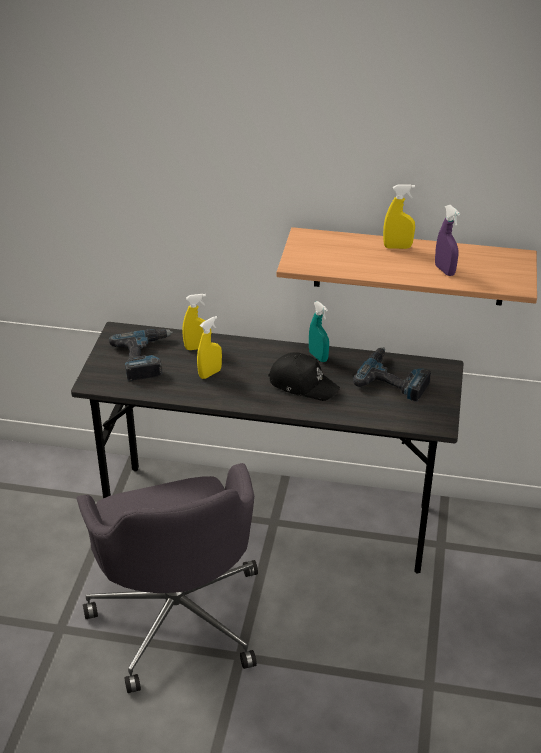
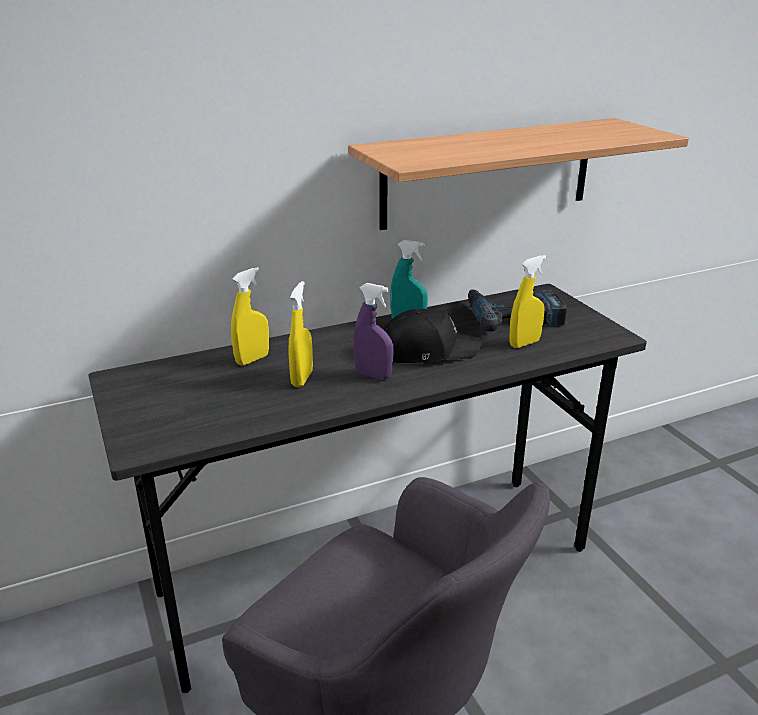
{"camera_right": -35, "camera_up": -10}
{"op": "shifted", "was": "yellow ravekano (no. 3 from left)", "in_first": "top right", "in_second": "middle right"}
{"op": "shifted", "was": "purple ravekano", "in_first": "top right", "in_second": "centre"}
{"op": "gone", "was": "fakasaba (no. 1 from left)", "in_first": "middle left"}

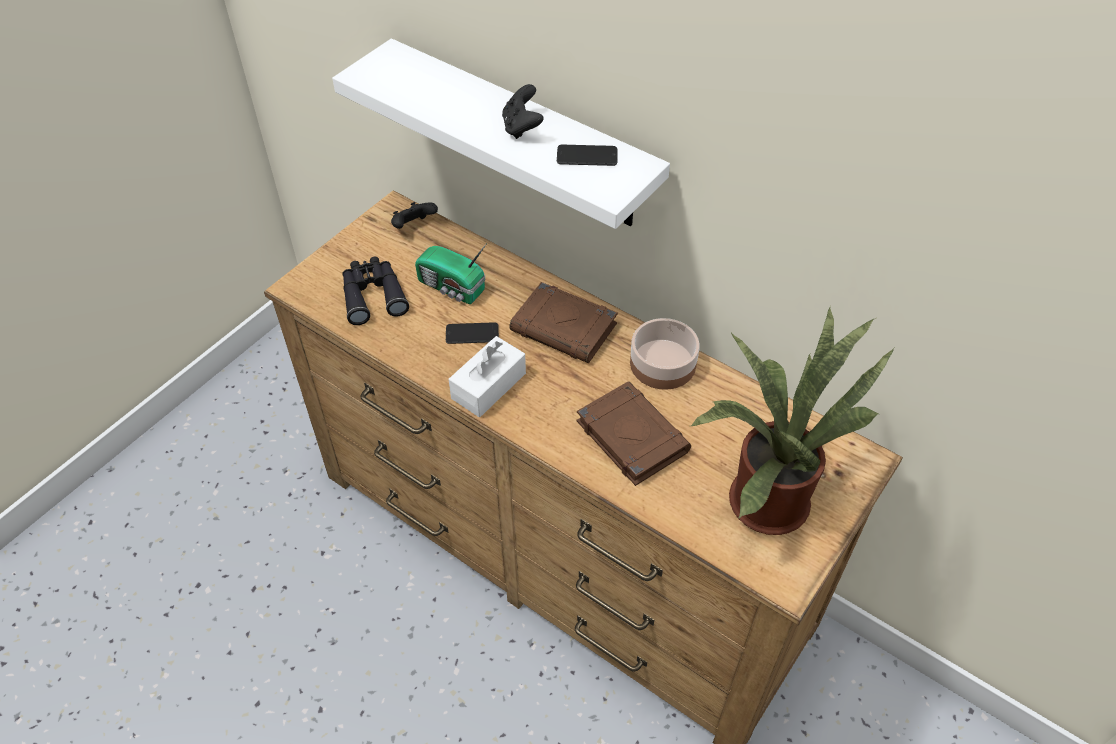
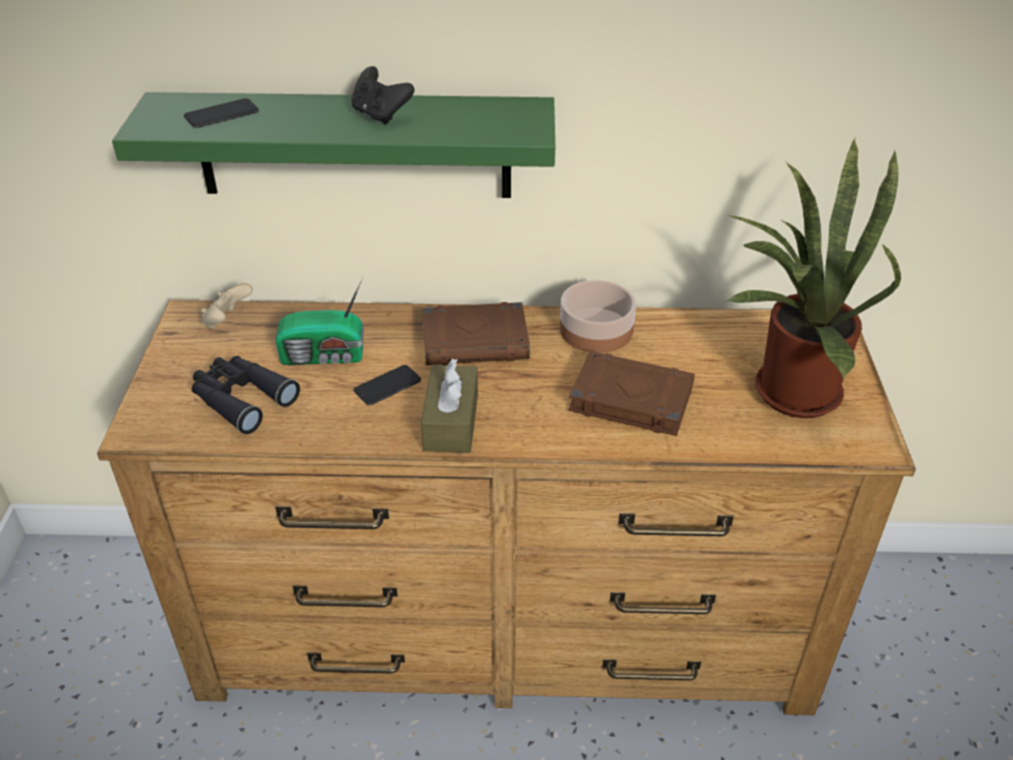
{"camera_right": -35, "camera_up": -10}
{"op": "repainted", "was": "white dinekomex", "now": "green dinekomex", "in_first": "top centre", "in_second": "top left"}
{"op": "shifted", "was": "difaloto (no. 2 from left in the first image)", "now": "difaloto (no. 1 from left)", "in_first": "top centre", "in_second": "top left"}
{"op": "repainted", "was": "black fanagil (no. 1 from left)", "now": "beige fanagil", "in_first": "top centre", "in_second": "middle left"}
{"op": "repainted", "was": "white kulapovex", "now": "brown kulapovex", "in_first": "centre", "in_second": "centre"}

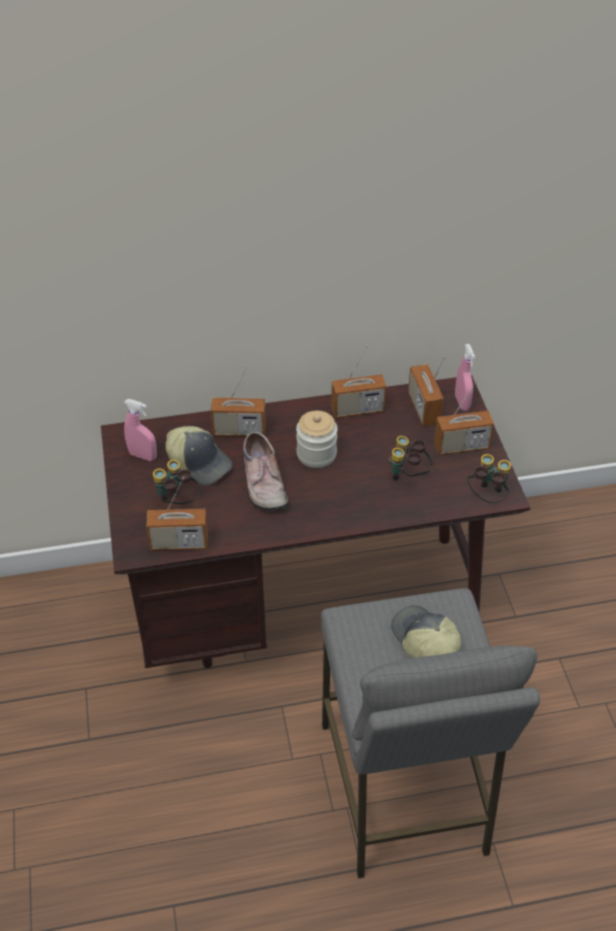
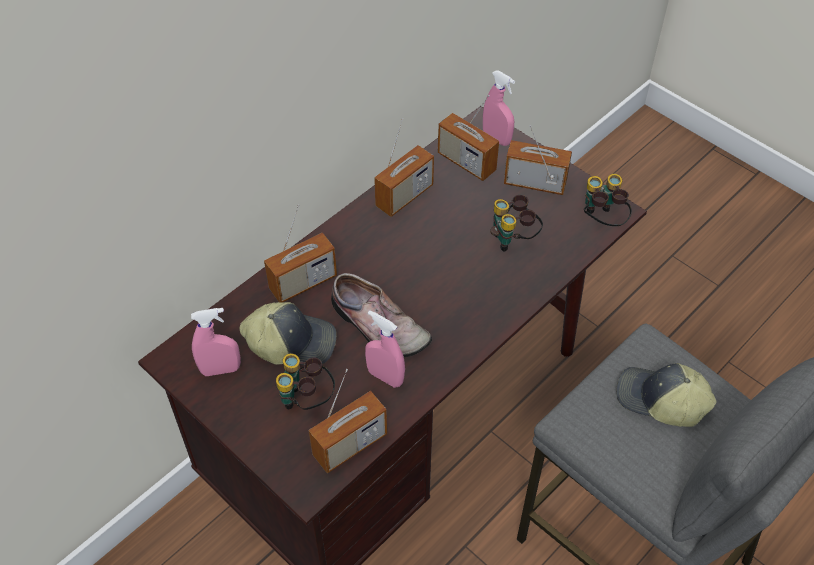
{"camera_right": -35, "camera_up": 5}
{"op": "rotated", "was": "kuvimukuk (no. 5 from left)", "in_first": "middle right", "in_second": "top centre", "clockwise": -120}
{"op": "gone", "was": "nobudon", "in_first": "centre"}
{"op": "new", "now": "pink ravekano (no. 2 from left)", "in_second": "centre"}

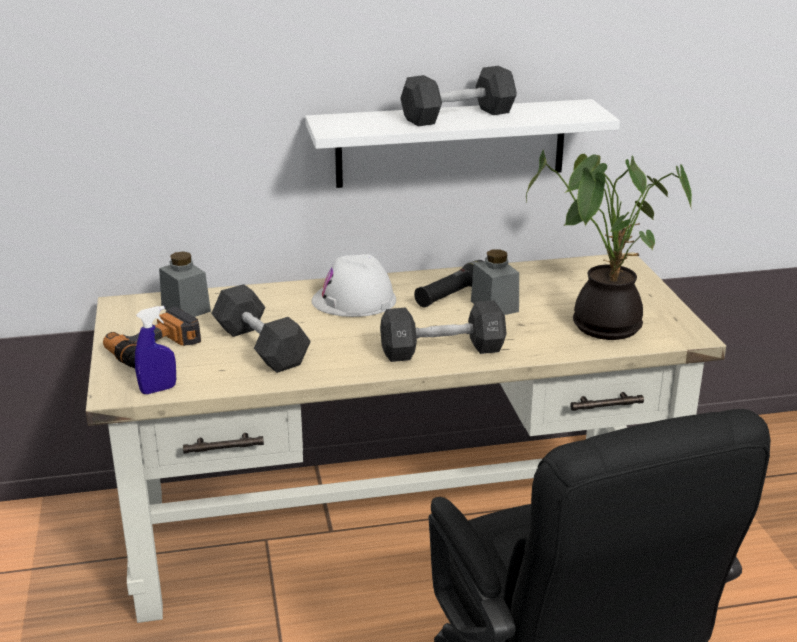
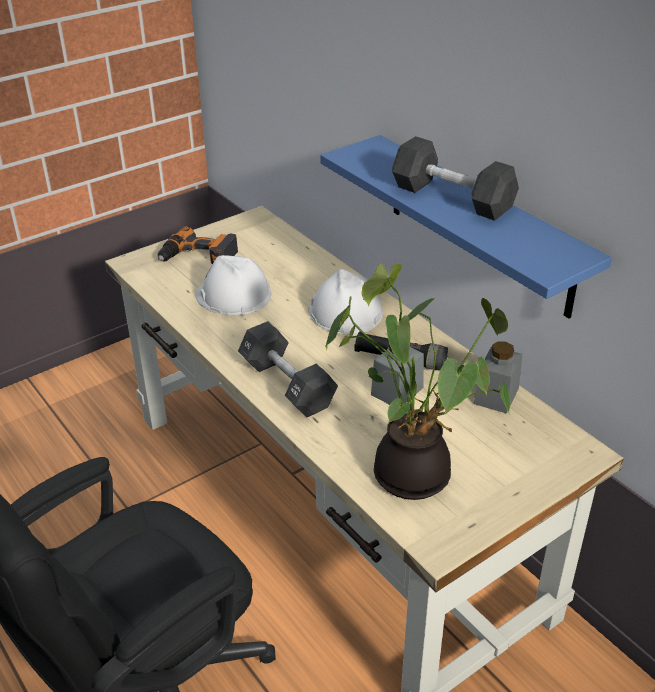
{"camera_right": 65, "camera_up": 10}
{"op": "repainted", "was": "white dinekomex", "now": "blue dinekomex", "in_first": "top centre", "in_second": "top right"}
{"op": "shifted", "was": "grey nobudon (no. 1 from left in the first image)", "now": "grey nobudon (no. 2 from left)", "in_first": "middle left", "in_second": "middle right"}
{"op": "swapped", "was": "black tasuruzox (no. 1 from left)", "now": "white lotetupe (no. 1 from left)", "in_first": "middle left", "in_second": "centre"}
{"op": "gone", "was": "blue ravekano", "in_first": "middle left"}

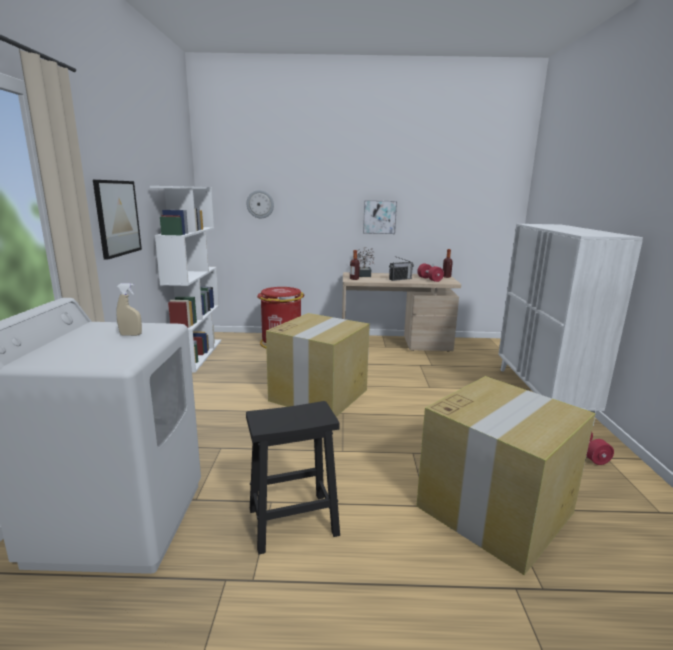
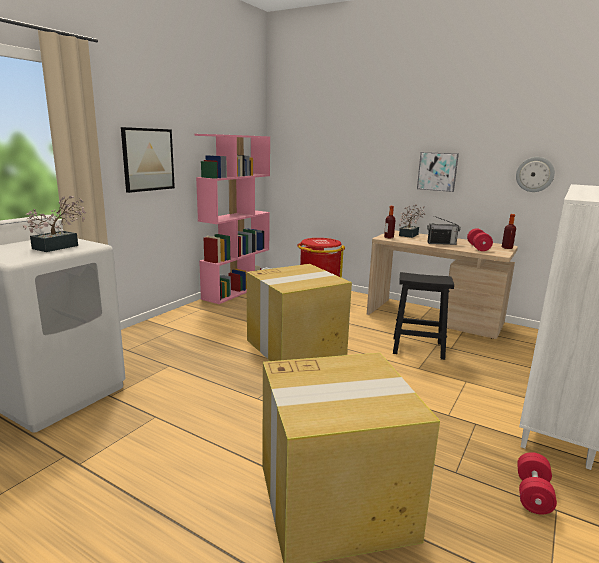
{"camera_right": 30, "camera_up": 0}
{"op": "repainted", "was": "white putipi", "now": "pink putipi", "in_first": "middle left", "in_second": "centre"}
{"op": "shifted", "was": "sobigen", "in_first": "top centre", "in_second": "top right"}
{"op": "swapped", "was": "beige ravekano", "now": "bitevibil (no. 1 from left)", "in_first": "middle left", "in_second": "middle left"}
{"op": "shifted", "was": "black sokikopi", "in_first": "bottom centre", "in_second": "middle right"}

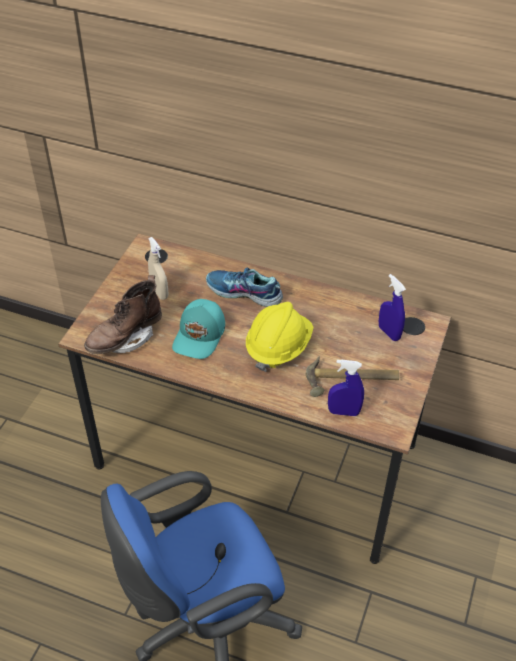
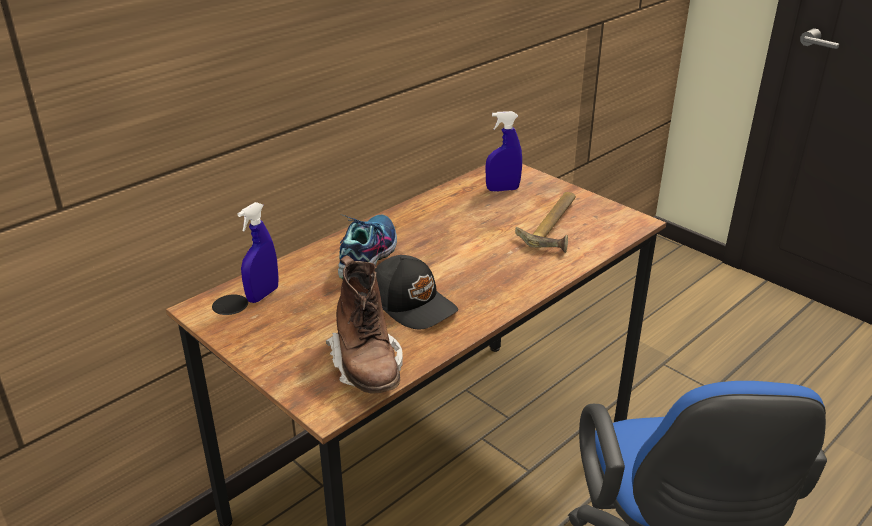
{"camera_right": -65, "camera_up": -15}
{"op": "gone", "was": "beige ravekano", "in_first": "middle left"}
{"op": "rotated", "was": "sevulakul", "in_first": "centre", "in_second": "centre", "clockwise": 150}
{"op": "repainted", "was": "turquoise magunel", "now": "black magunel", "in_first": "centre", "in_second": "centre"}
{"op": "gone", "was": "yellow lotetupe", "in_first": "centre"}
{"op": "shifted", "was": "blue ravekano (no. 1 from left)", "in_first": "middle right", "in_second": "middle left"}

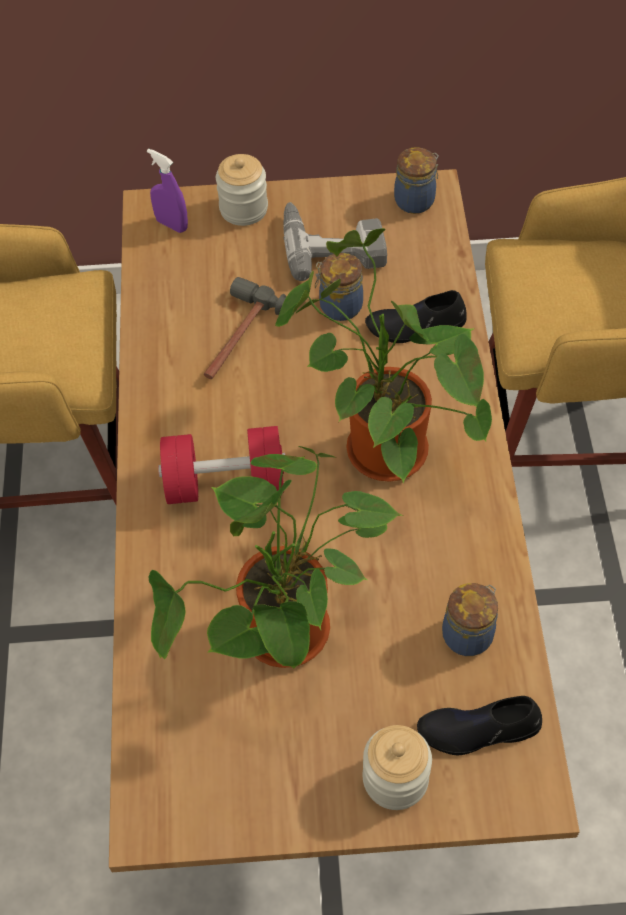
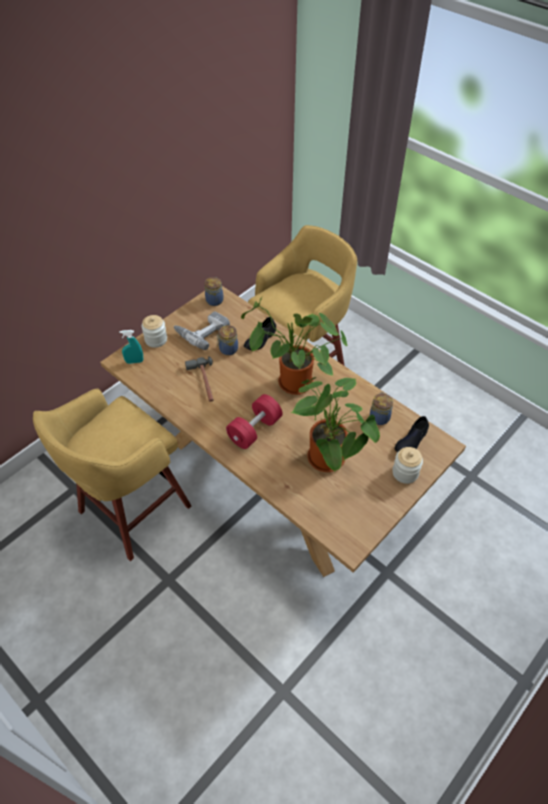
{"camera_right": -45, "camera_up": -5}
{"op": "repainted", "was": "purple ravekano", "now": "turquoise ravekano", "in_first": "top left", "in_second": "middle left"}

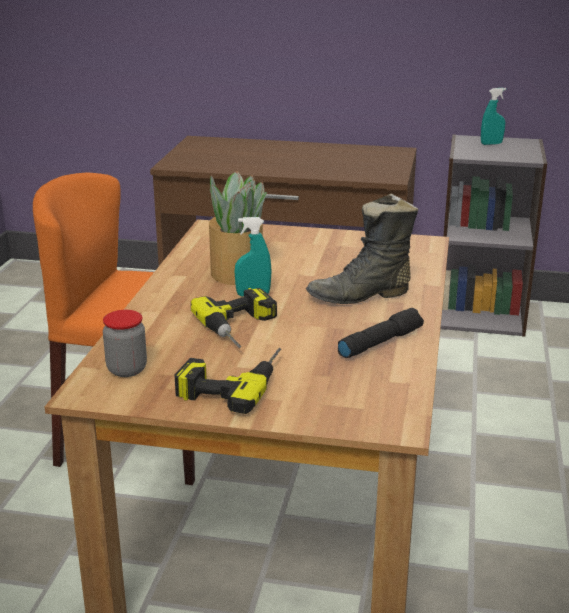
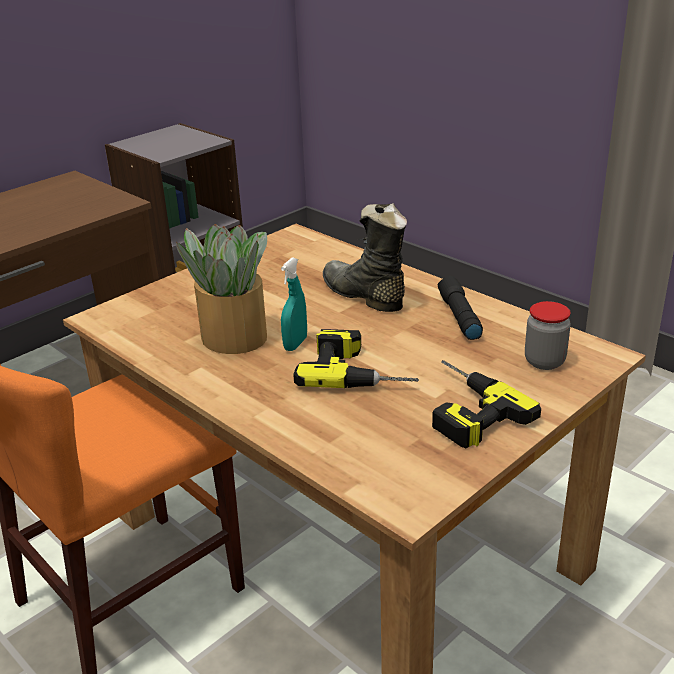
{"camera_right": -55, "camera_up": 5}
{"op": "gone", "was": "turquoise ravekano (no. 2 from left)", "in_first": "top right"}
{"op": "rotated", "was": "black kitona", "in_first": "centre", "in_second": "centre", "clockwise": 120}
{"op": "shifted", "was": "nobudon", "in_first": "middle left", "in_second": "middle right"}

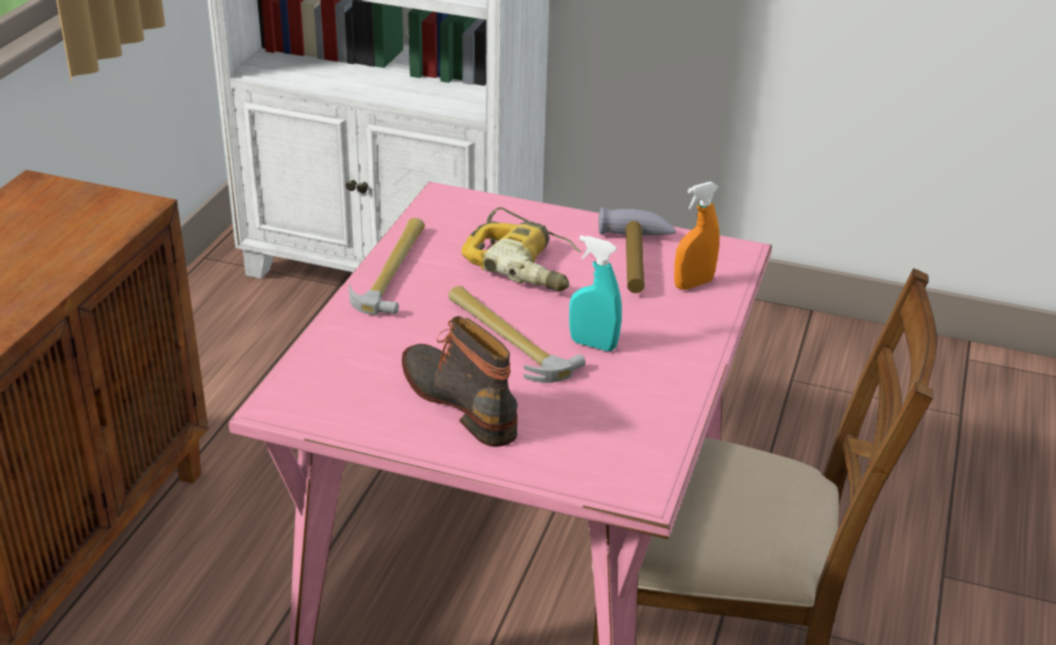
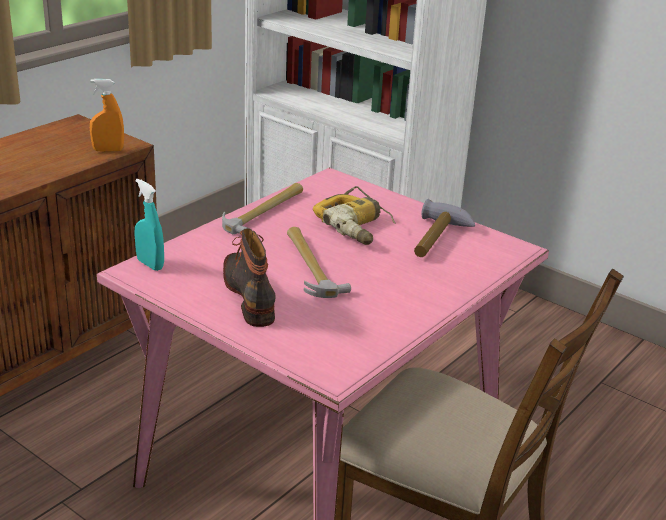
{"camera_right": 20, "camera_up": -5}
{"op": "shifted", "was": "orange ravekano", "in_first": "centre", "in_second": "top left"}
{"op": "shifted", "was": "turquoise ravekano", "in_first": "centre", "in_second": "middle left"}

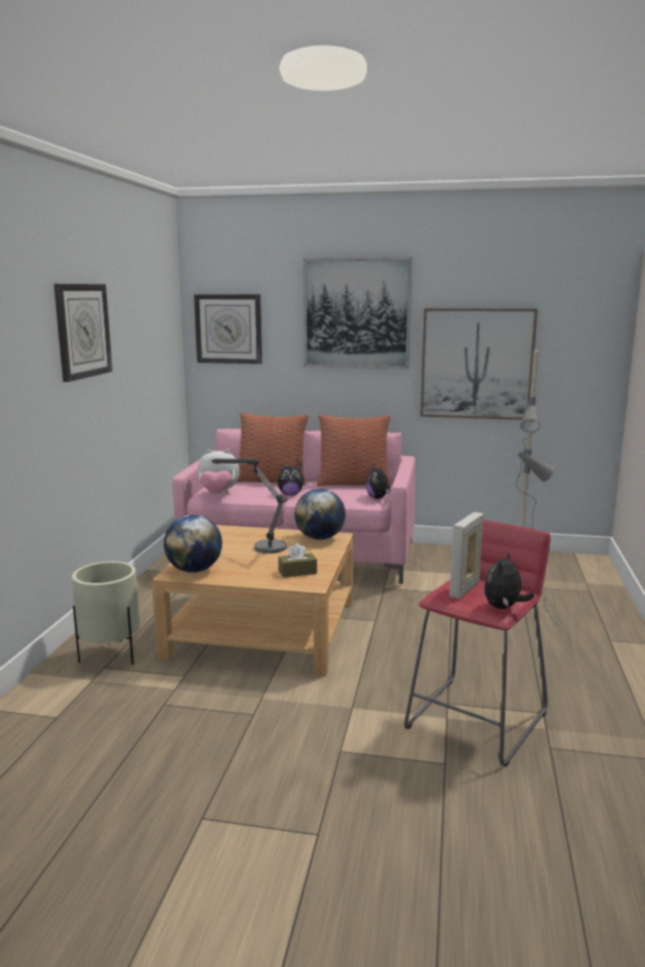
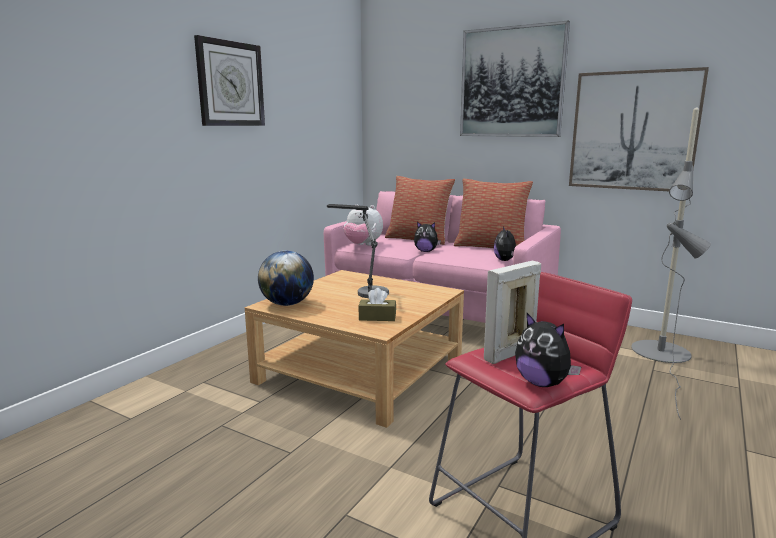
{"camera_right": 20, "camera_up": 0}
{"op": "gone", "was": "sobigen (no. 2 from left)", "in_first": "centre"}
{"op": "gone", "was": "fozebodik (no. 2 from left)", "in_first": "centre"}
{"op": "rotated", "was": "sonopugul (no. 4 from left)", "in_first": "middle right", "in_second": "middle right", "clockwise": -90}
{"op": "gone", "was": "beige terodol", "in_first": "middle left"}

